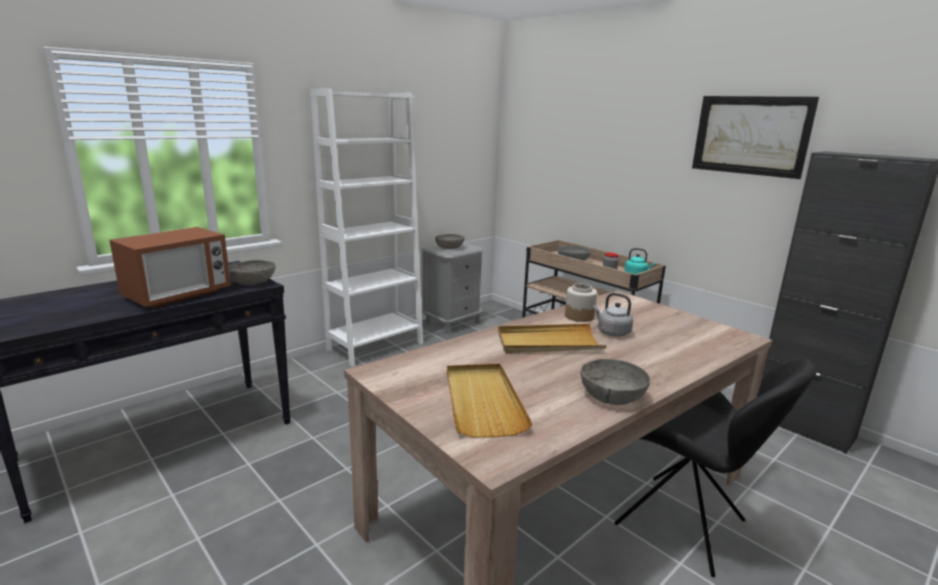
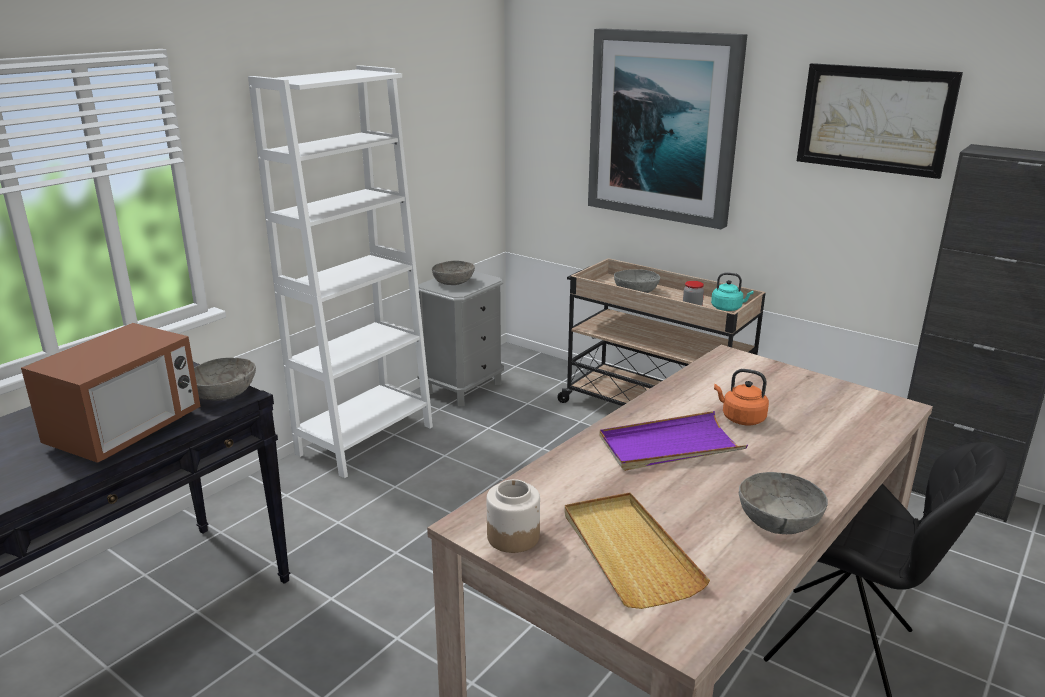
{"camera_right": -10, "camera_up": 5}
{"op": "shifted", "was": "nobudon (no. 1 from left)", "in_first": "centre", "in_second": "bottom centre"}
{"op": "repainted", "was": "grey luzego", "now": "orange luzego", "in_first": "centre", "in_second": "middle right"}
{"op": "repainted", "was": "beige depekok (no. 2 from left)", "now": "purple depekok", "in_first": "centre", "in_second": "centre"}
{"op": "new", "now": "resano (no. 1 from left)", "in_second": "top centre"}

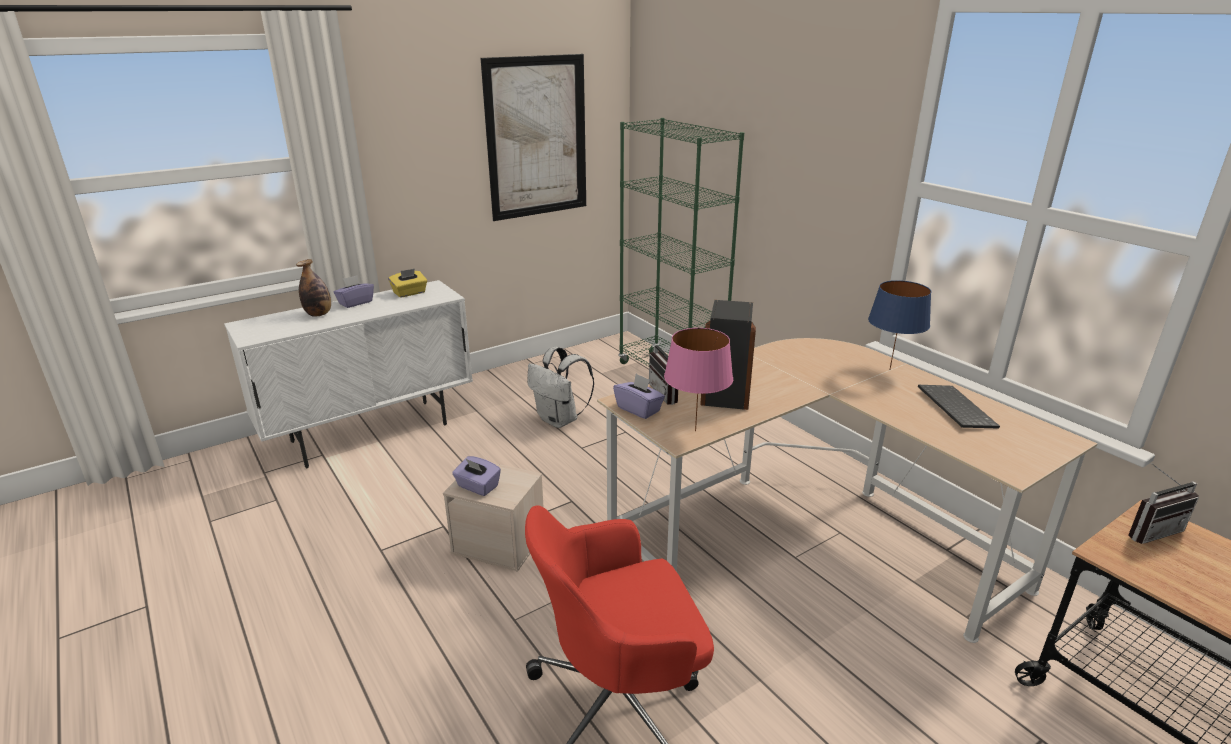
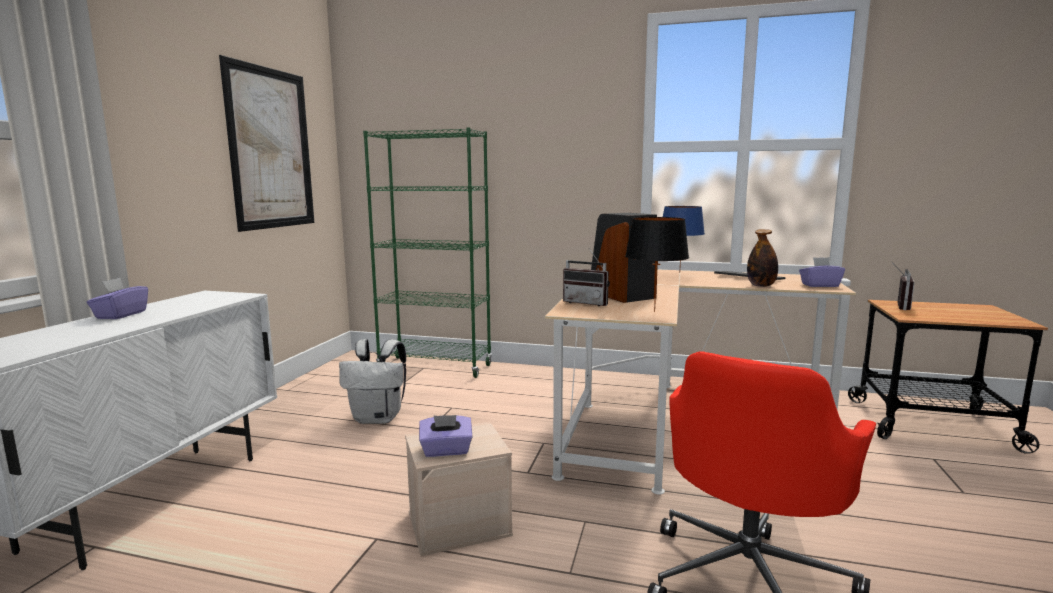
{"camera_right": -40, "camera_up": -15}
{"op": "shifted", "was": "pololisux", "in_first": "middle left", "in_second": "middle right"}
{"op": "gone", "was": "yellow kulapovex", "in_first": "middle left"}
{"op": "repainted", "was": "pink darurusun", "now": "black darurusun", "in_first": "centre", "in_second": "centre"}
{"op": "shifted", "was": "purple kulapovex (no. 3 from left)", "in_first": "centre", "in_second": "middle right"}

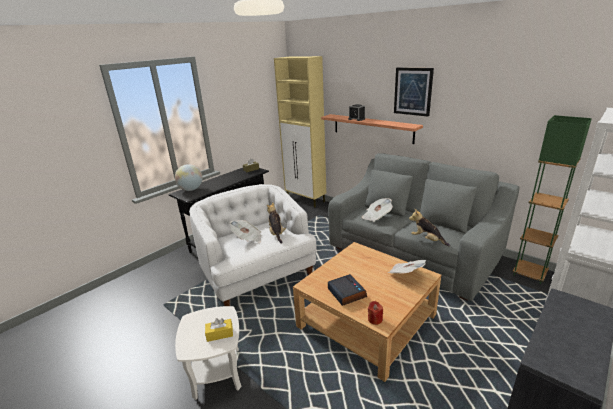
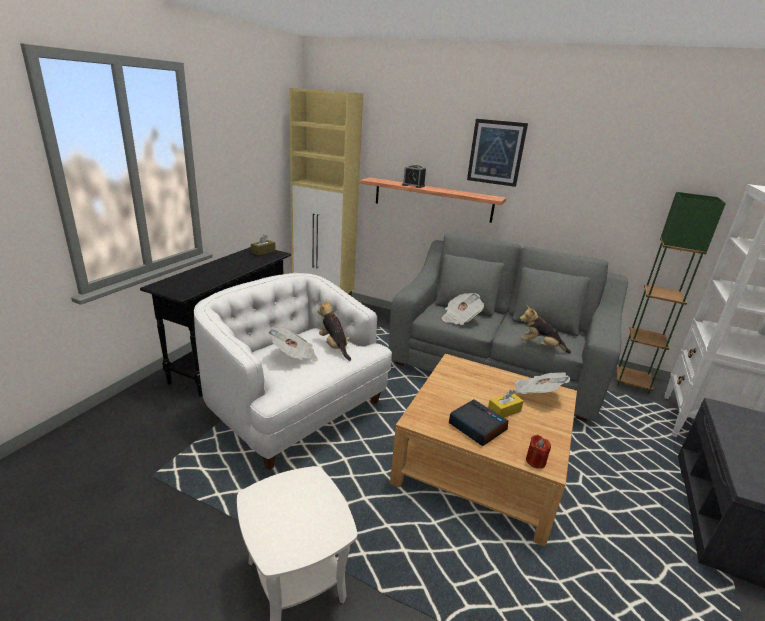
{"camera_right": -20, "camera_up": 0}
{"op": "gone", "was": "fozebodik", "in_first": "middle left"}
{"op": "shifted", "was": "yellow kulapovex", "in_first": "bottom centre", "in_second": "centre"}

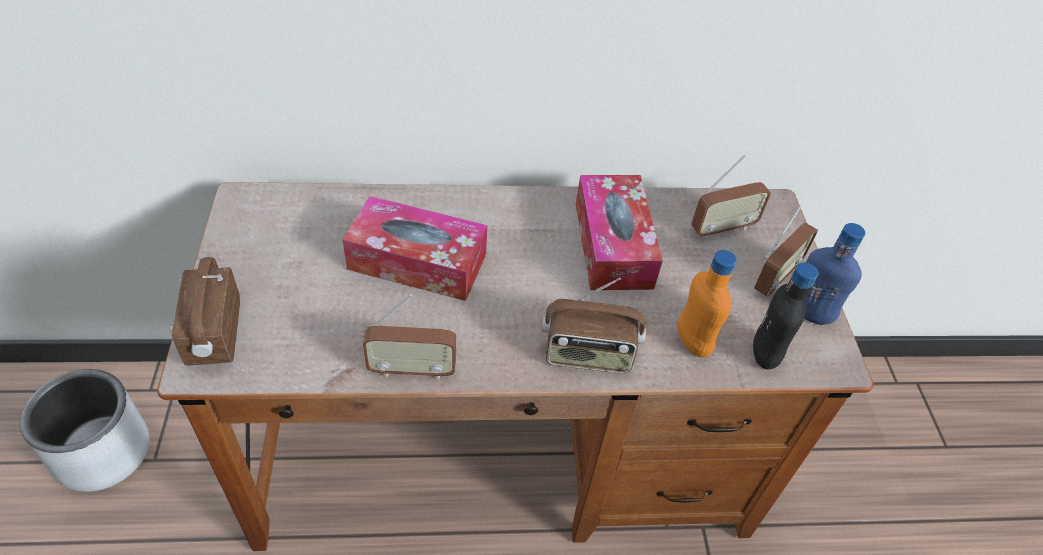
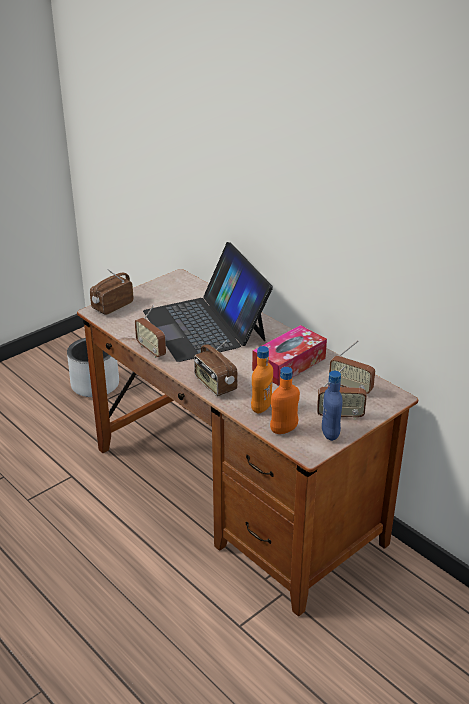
{"camera_right": 55, "camera_up": -15}
{"op": "swapped", "was": "kulapovex (no. 1 from left)", "now": "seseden", "in_first": "centre", "in_second": "centre"}
{"op": "repainted", "was": "black pololisux", "now": "orange pololisux (no. 2 from left)", "in_first": "middle right", "in_second": "centre"}

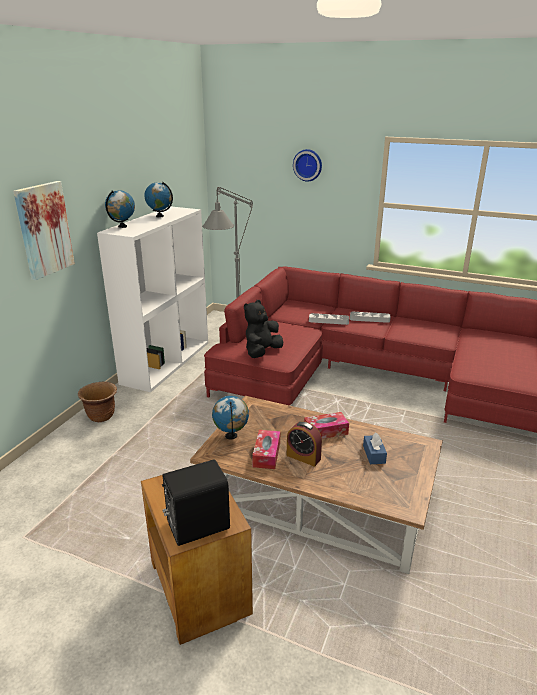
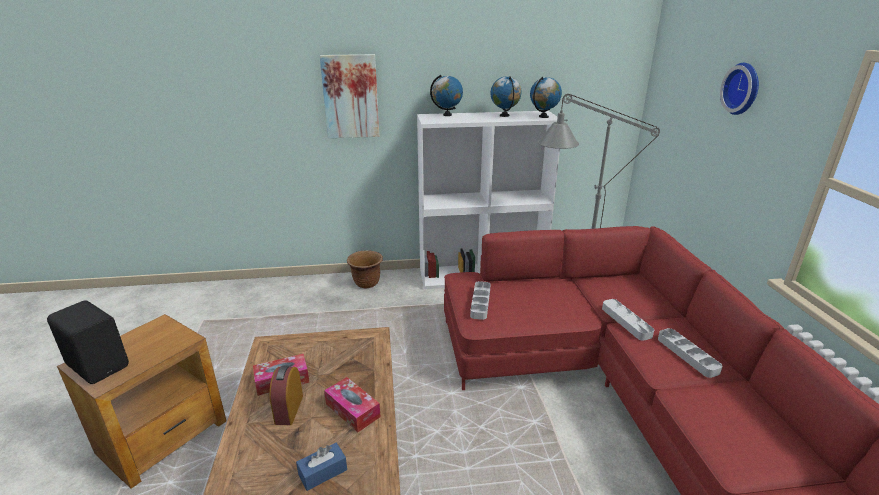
{"camera_right": 60, "camera_up": 0}
{"op": "swapped", "was": "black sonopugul", "now": "grey depekok (no. 1 from left)", "in_first": "centre", "in_second": "centre"}
{"op": "shifted", "was": "fozebodik (no. 3 from left)", "in_first": "centre", "in_second": "top centre"}

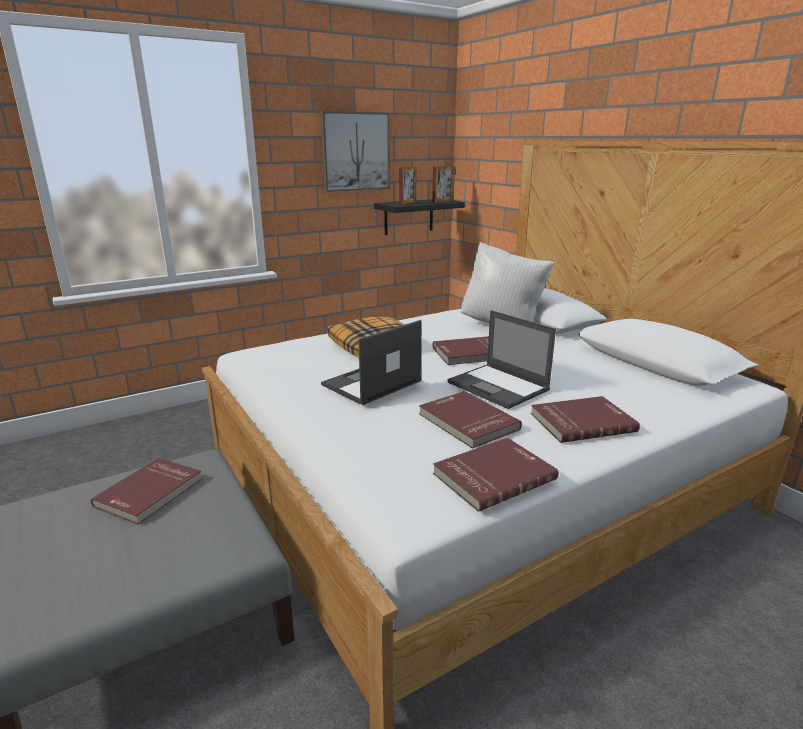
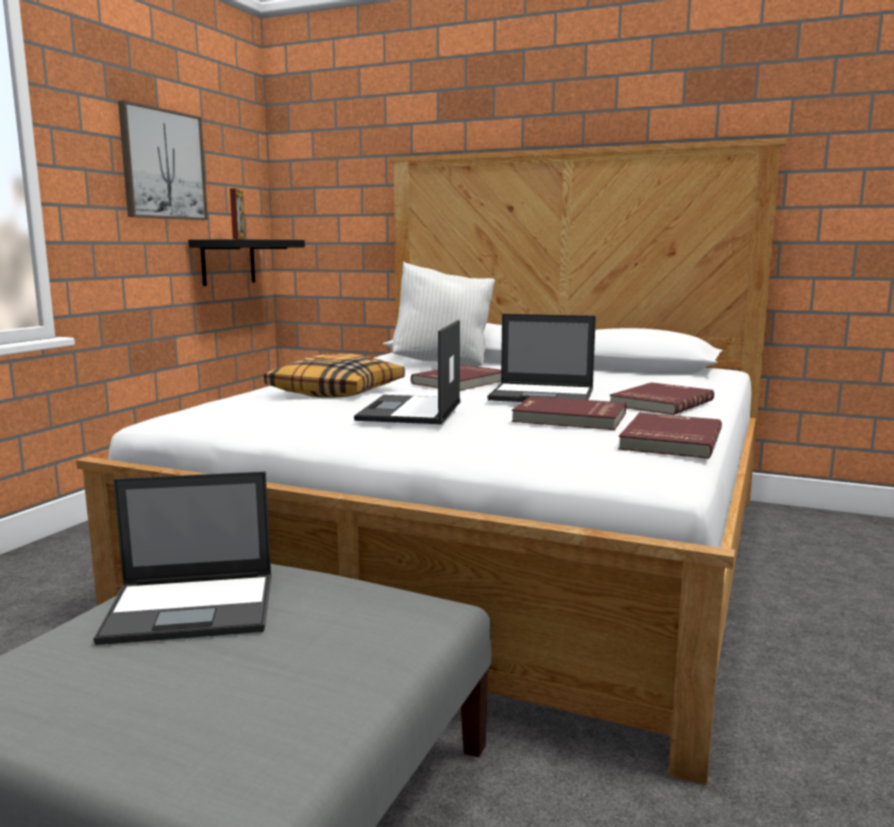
{"camera_right": -35, "camera_up": -10}
{"op": "gone", "was": "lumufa (no. 2 from left)", "in_first": "top centre"}
{"op": "swapped", "was": "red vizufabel (no. 1 from left)", "now": "seseden (no. 1 from left)", "in_first": "bottom left", "in_second": "bottom left"}

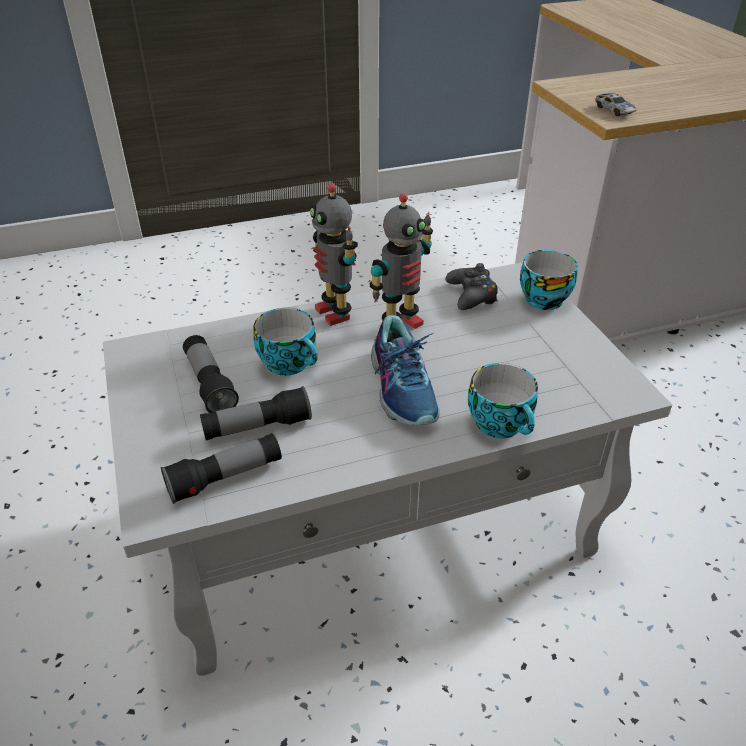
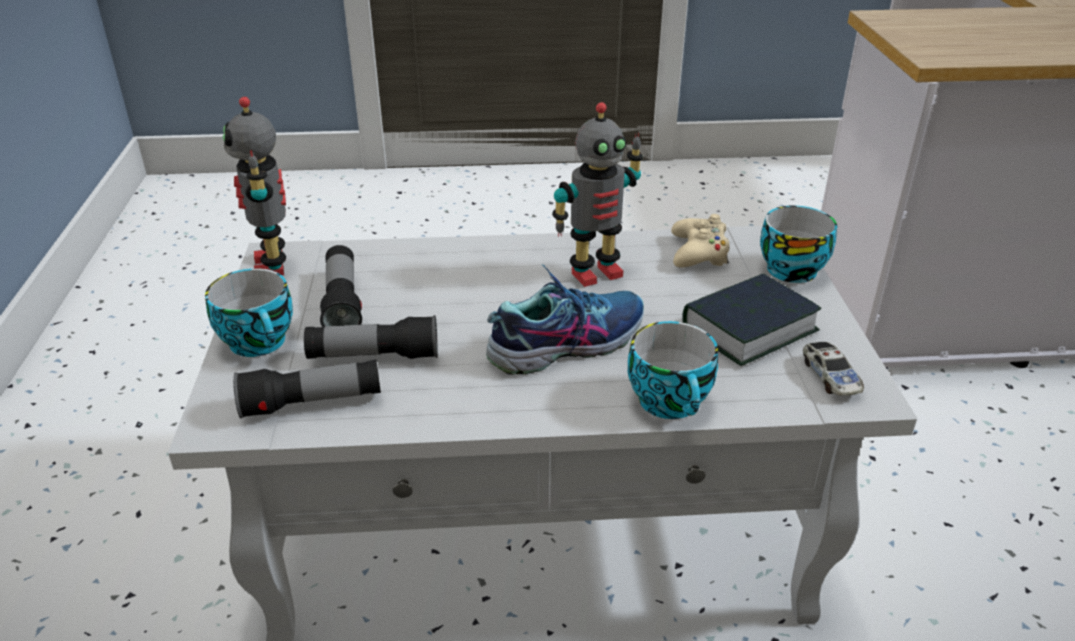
{"camera_right": 15, "camera_up": -5}
{"op": "shifted", "was": "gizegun", "in_first": "top right", "in_second": "middle right"}
{"op": "shifted", "was": "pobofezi (no. 1 from left)", "in_first": "centre", "in_second": "top left"}
{"op": "repainted", "was": "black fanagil", "now": "beige fanagil", "in_first": "centre", "in_second": "centre"}
{"op": "shifted", "was": "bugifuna (no. 1 from left)", "in_first": "centre", "in_second": "middle left"}
{"op": "rotated", "was": "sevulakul", "in_first": "centre", "in_second": "centre", "clockwise": -120}
{"op": "new", "now": "vizufabel", "in_second": "middle right"}

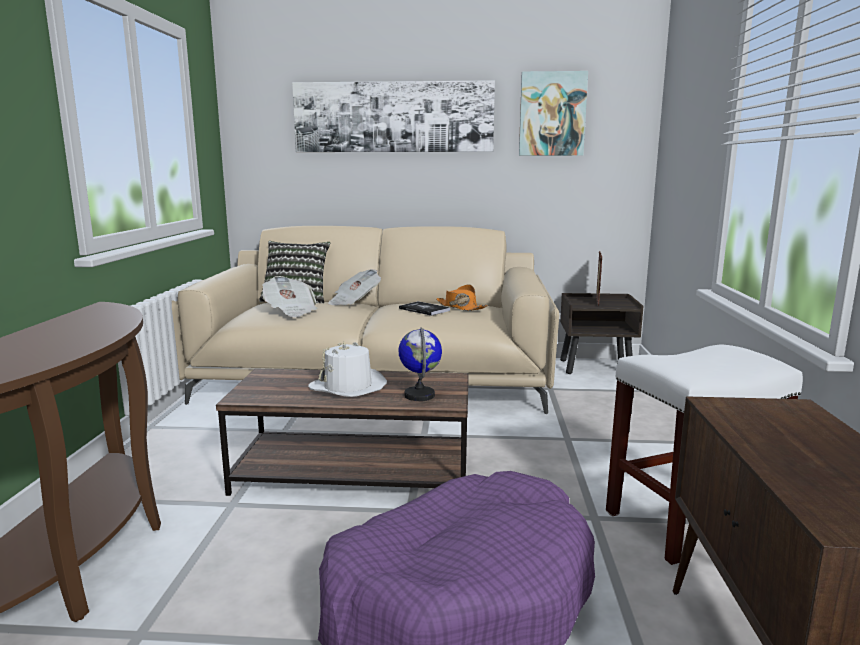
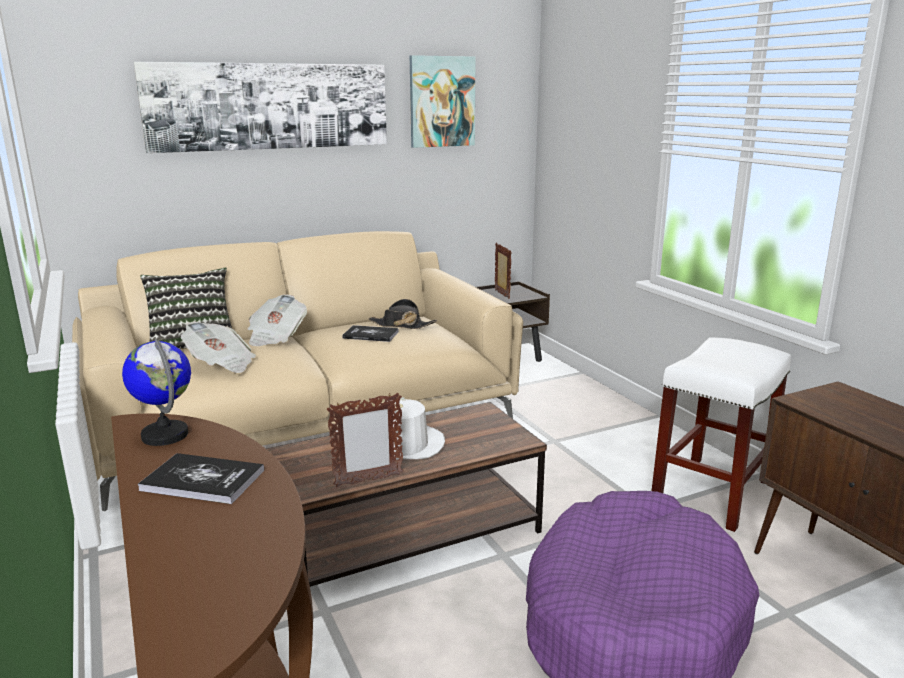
{"camera_right": -30, "camera_up": 5}
{"op": "repainted", "was": "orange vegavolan", "now": "black vegavolan", "in_first": "centre", "in_second": "centre"}
{"op": "shifted", "was": "fozebodik", "in_first": "centre", "in_second": "middle left"}
{"op": "new", "now": "lumufa (no. 1 from left)", "in_second": "centre"}
{"op": "new", "now": "vizufabel (no. 1 from left)", "in_second": "bottom left"}

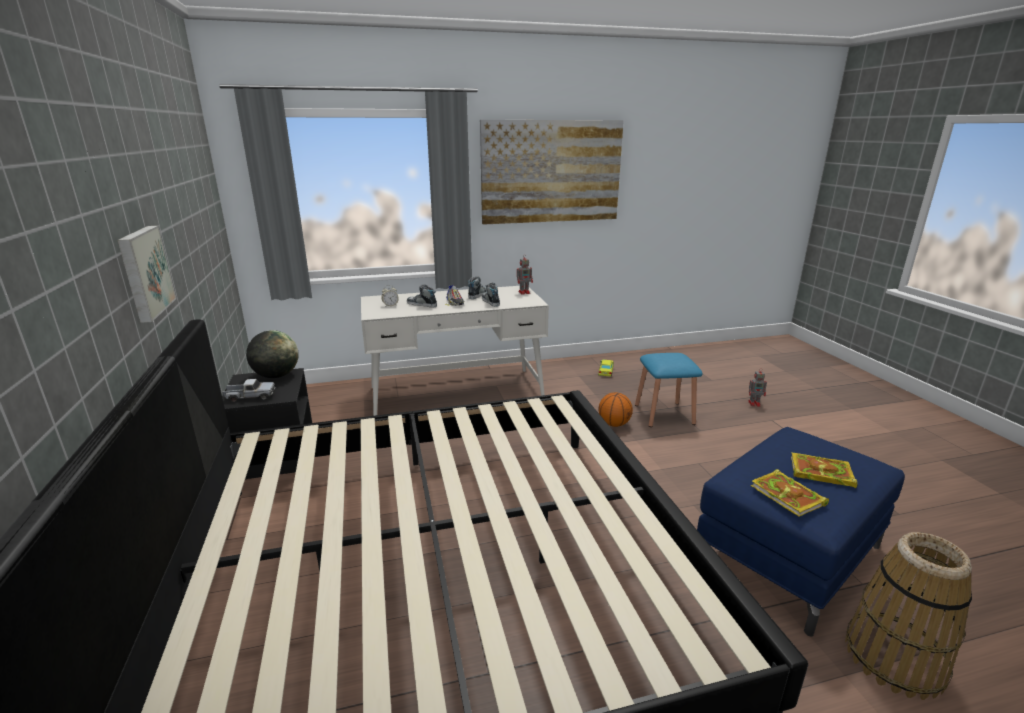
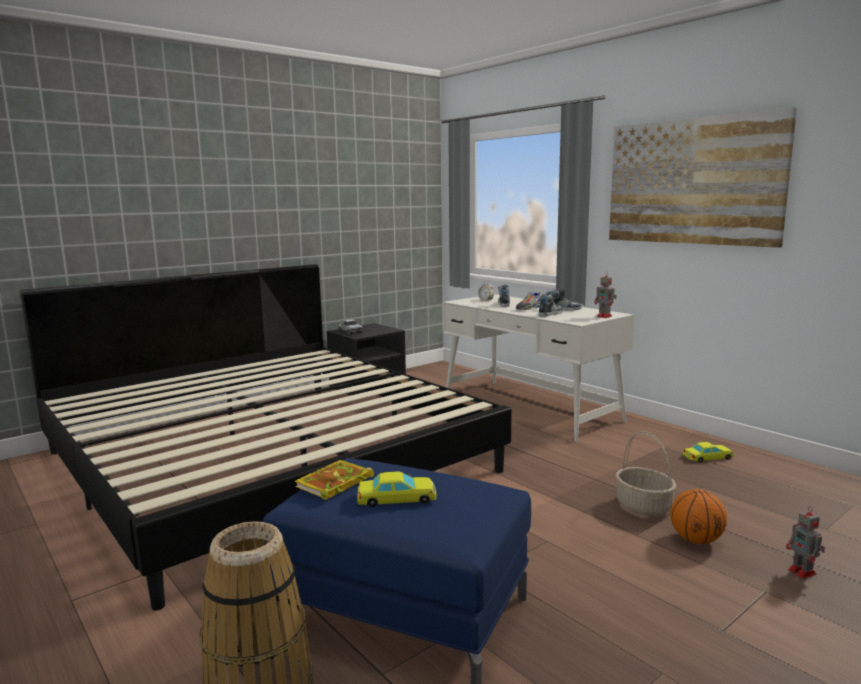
{"camera_right": 65, "camera_up": -10}
{"op": "gone", "was": "resano (no. 1 from left)", "in_first": "middle left"}
{"op": "gone", "was": "fozebodik", "in_first": "middle left"}
{"op": "swapped", "was": "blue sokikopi", "now": "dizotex (no. 2 from left)", "in_first": "centre", "in_second": "bottom right"}
{"op": "shifted", "was": "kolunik", "in_first": "centre", "in_second": "bottom right"}
{"op": "swapped", "was": "vizufabel (no. 2 from left)", "now": "yellow gizegun (no. 1 from left)", "in_first": "middle right", "in_second": "bottom centre"}

